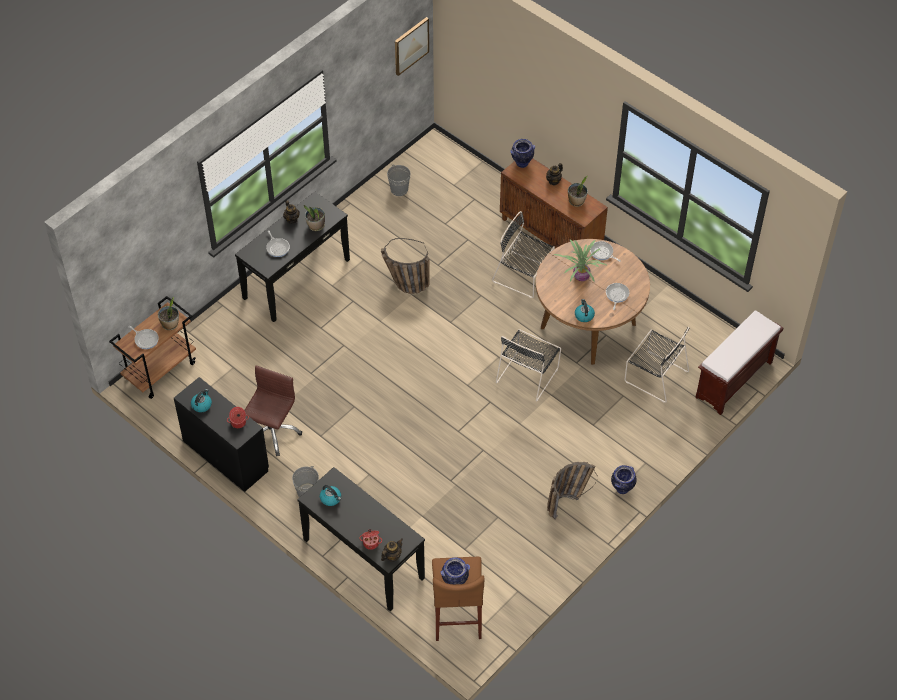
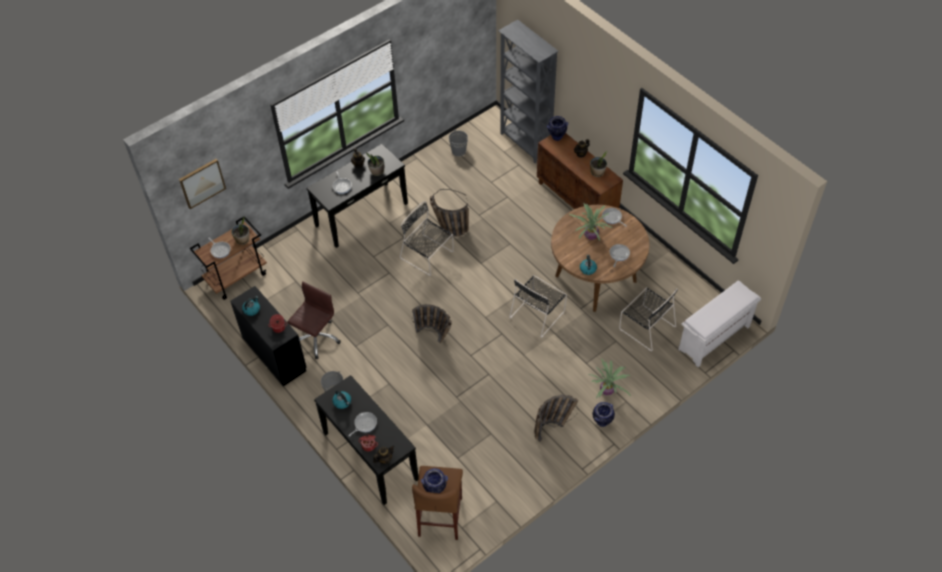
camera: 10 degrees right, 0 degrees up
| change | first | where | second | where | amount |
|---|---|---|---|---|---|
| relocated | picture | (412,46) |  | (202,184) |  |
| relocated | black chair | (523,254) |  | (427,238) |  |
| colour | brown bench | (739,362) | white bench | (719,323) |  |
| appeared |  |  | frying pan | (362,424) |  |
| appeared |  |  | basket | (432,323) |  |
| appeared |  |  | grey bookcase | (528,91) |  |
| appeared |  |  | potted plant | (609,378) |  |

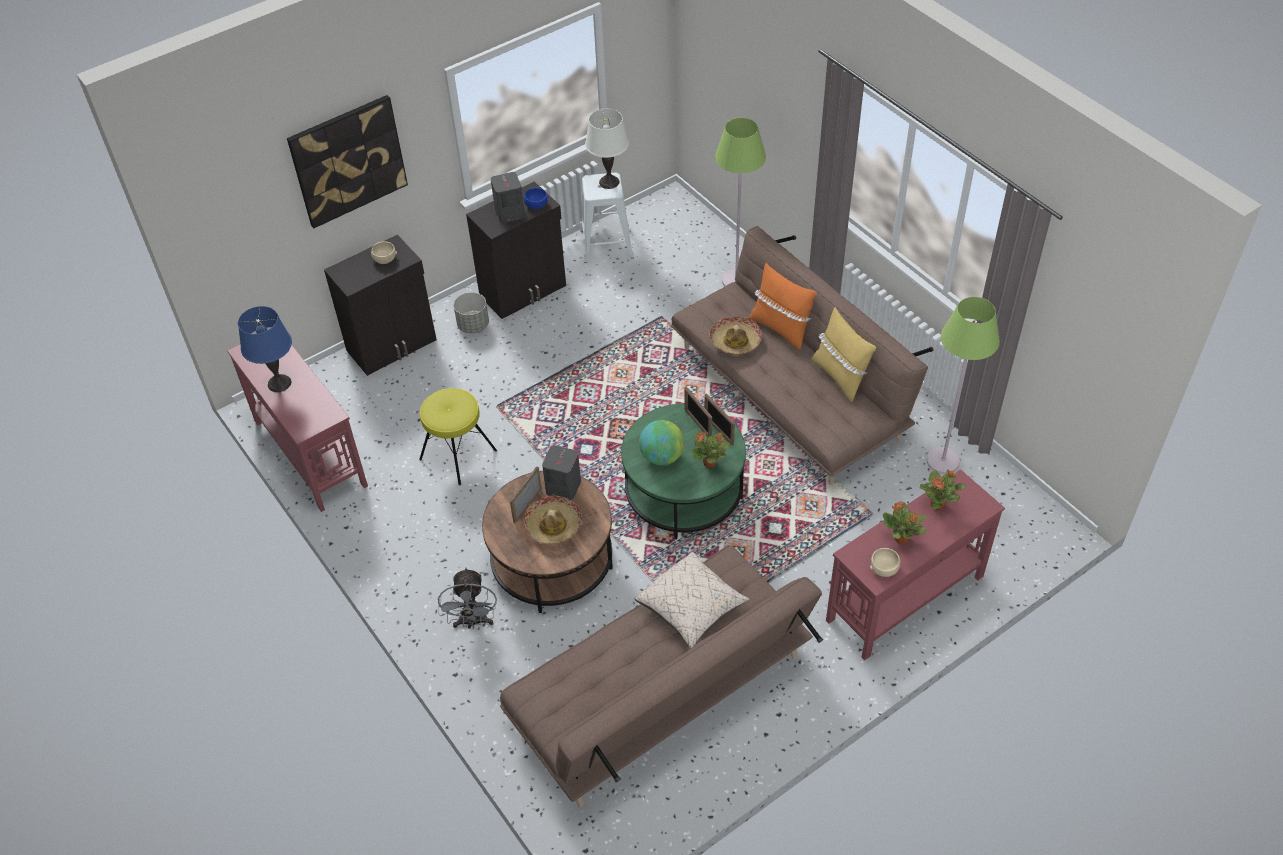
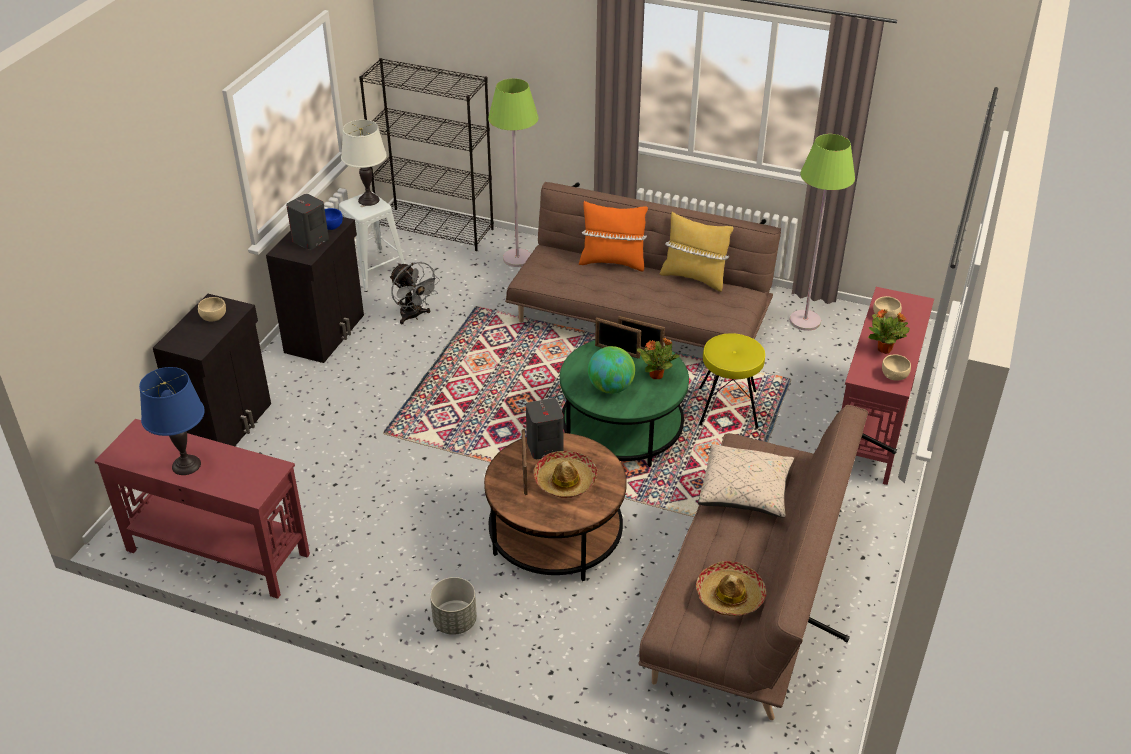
camera: 35 degrees left, 10 degrees down
| change | first | where | second | where | amount |
|---|---|---|---|---|---|
| missing | picture | (347,161) |  |  |  |
| relocated | yellow stool | (458,436) |  | (732,381) |  |
| relocated | grey fan | (467,598) |  | (415,293) |  |
| relocated | grey planter | (471,312) |  | (453,606) |  |
| relocated | hat | (735,335) |  | (731,588) |  |
| exchanged | potted plant | (943,489) | beige bowl | (887,308) |  |
| appeared |  |  | black bookcase | (426,154) |  |

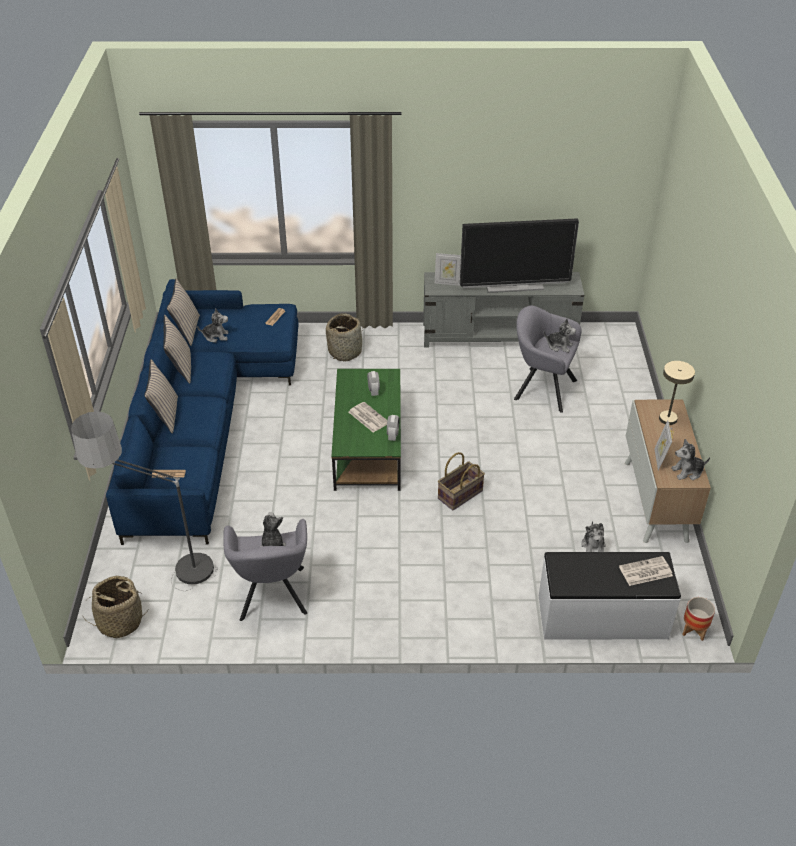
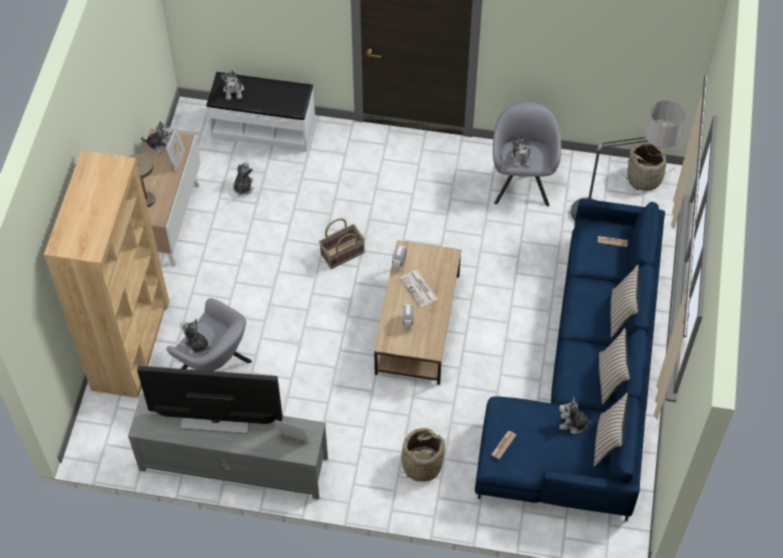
camera: 170 degrees left, 15 degrees up
| change | first | where | second | where | amount |
|---|---|---|---|---|---|
| colour | green coffee table | (366,430) | brown coffee table | (417,312) |  |
| exchanged | newspaper | (646,571) | plush toy | (232,85) |  |
| missing | planter | (698,619) |  |  |  |
| appeared |  |  | brown bookcase | (106,274) |  |

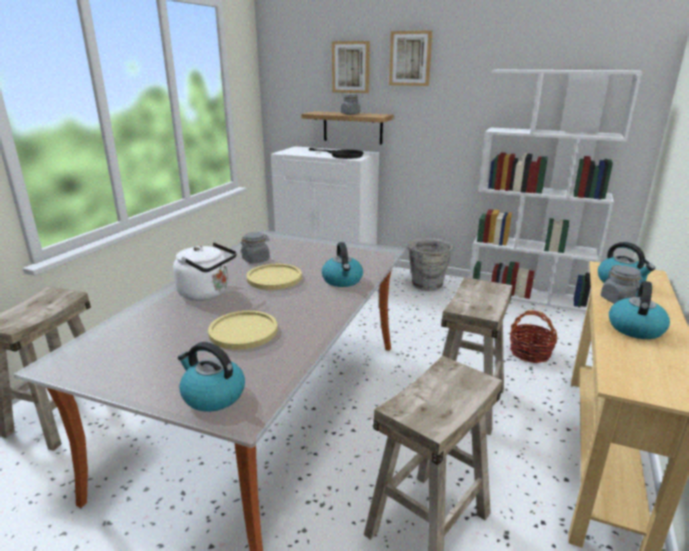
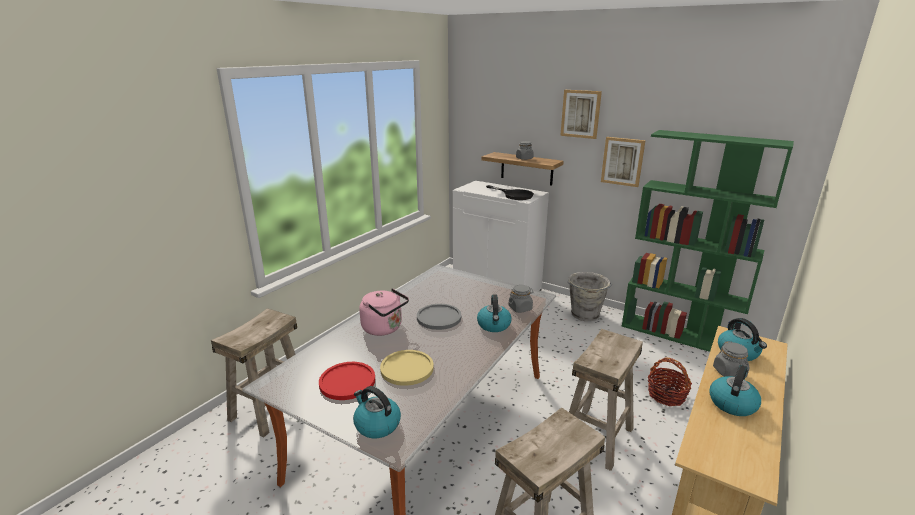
camera: 10 degrees right, 0 degrees up
| change | first | where | second | where | amount |
|---|---|---|---|---|---|
| colour | white kettle | (205,271) | pink kettle | (384,312) |  |
| relocated | grey jar | (255,248) |  | (521,299) |  |
| colour | yellow plate | (274,277) | grey plate | (439,317) |  |
| relocated | picture | (351,67) |  | (623,162) |  |
| colour | white bookcase | (556,190) | green bookcase | (707,241) |  |
| appeared |  |  | red plate | (347,381) |  |

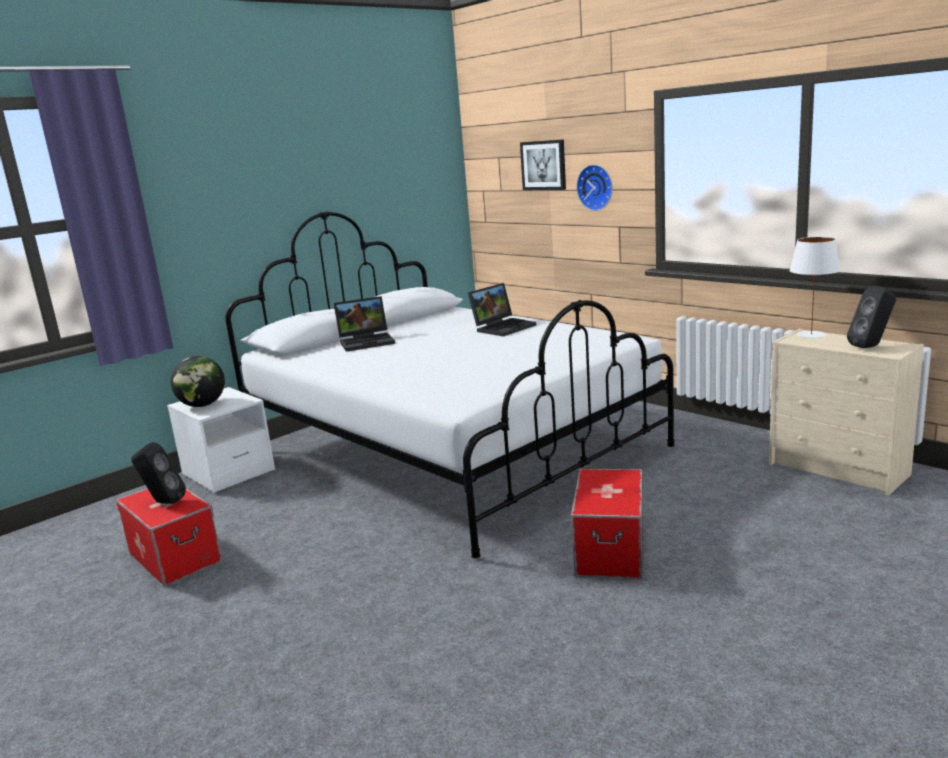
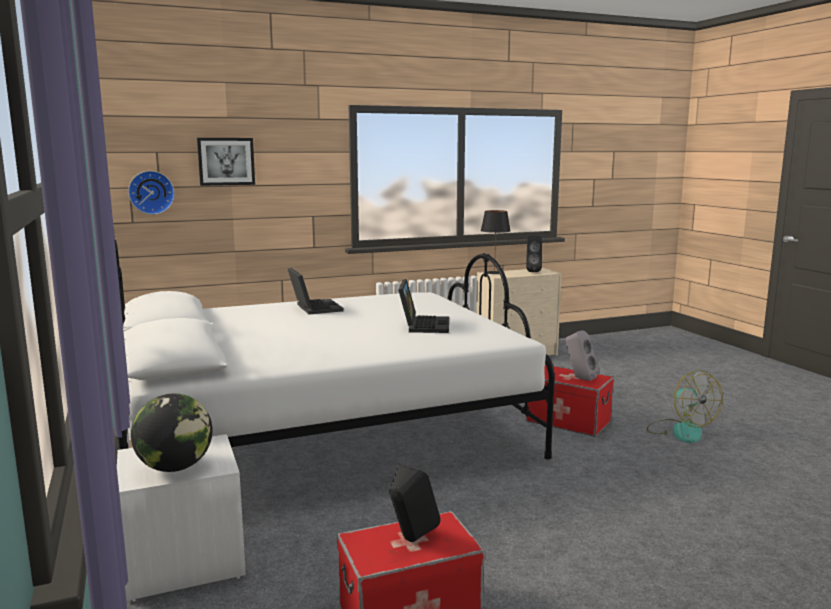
camera: 70 degrees left, 5 degrees down
| change | first | where | second | where | amount |
|---|---|---|---|---|---|
| relocated | laptop | (364,324) |  | (423,306) |  |
| relocated | wall clock | (594,187) |  | (151,193) |  |
| colour | white table lamp | (814,287) | black table lamp | (495,242) |  |
| appeared |  |  | grey speaker | (582,355) |  |
| appeared |  |  | fan | (685,406) |  |

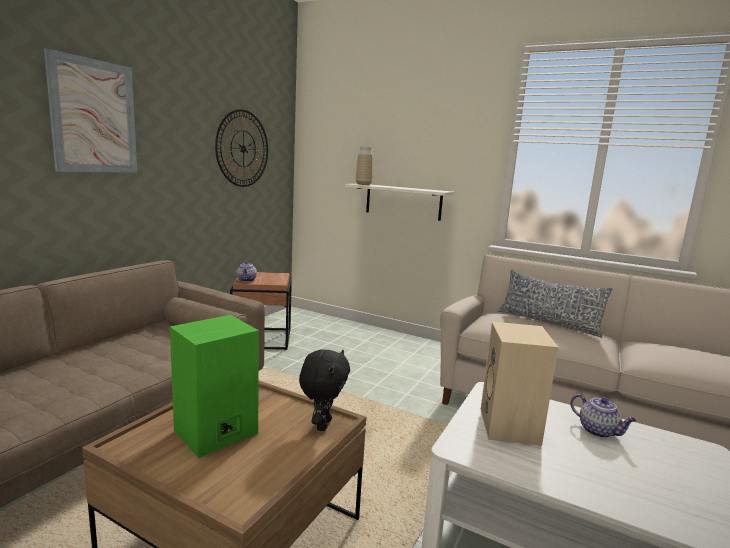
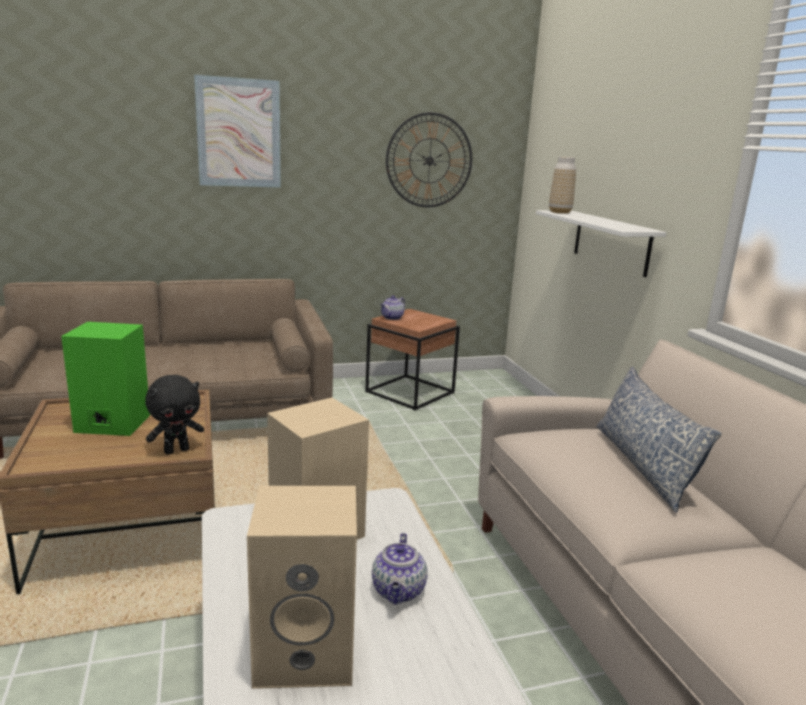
camera: 45 degrees right, 5 degrees up
| change | first | where | second | where | amount |
|---|---|---|---|---|---|
| appeared |  |  | beige speaker | (302,587) |  |

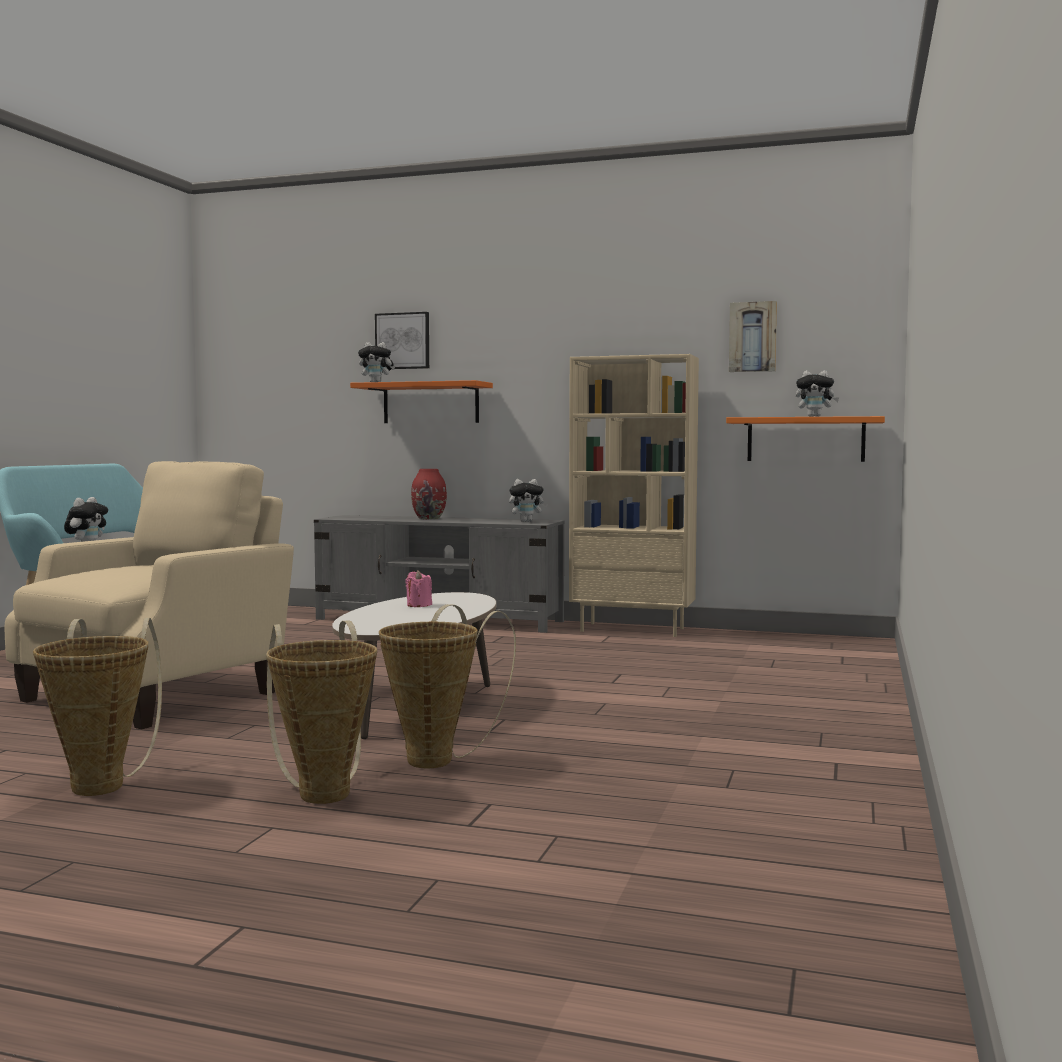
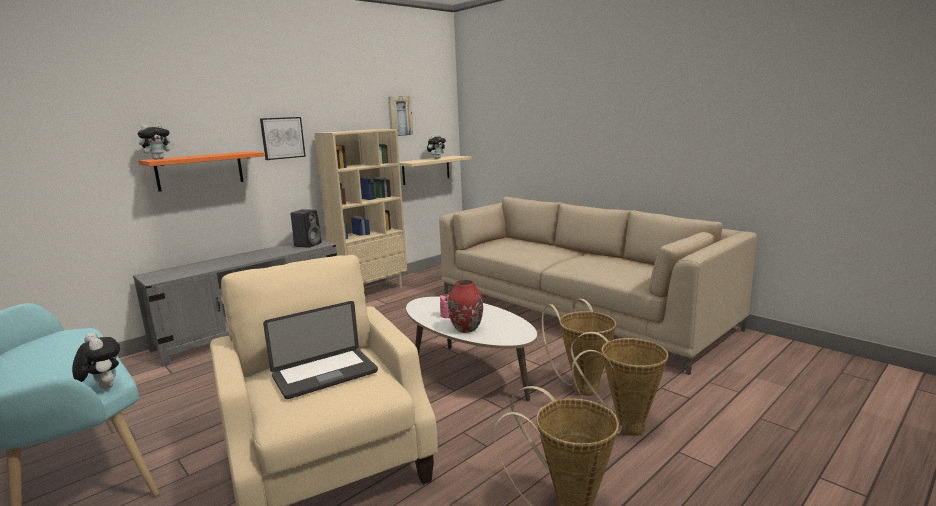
camera: 60 degrees left, 10 degrees up
| change | first | where | second | where | amount |
|---|---|---|---|---|---|
| relocated | picture | (402,340) |  | (283,138) |  |
| relocated | red vase | (429,494) |  | (465,306) |  |
| exchanged | plush toy | (528,500) | black speaker | (306,228) |  |
| colour | orange shelf | (805,439) | beige shelf | (435,170) |  |
| appeared |  |  | laptop | (320,350) |  |
| appeared |  |  | beige sofa | (598,286) |  |

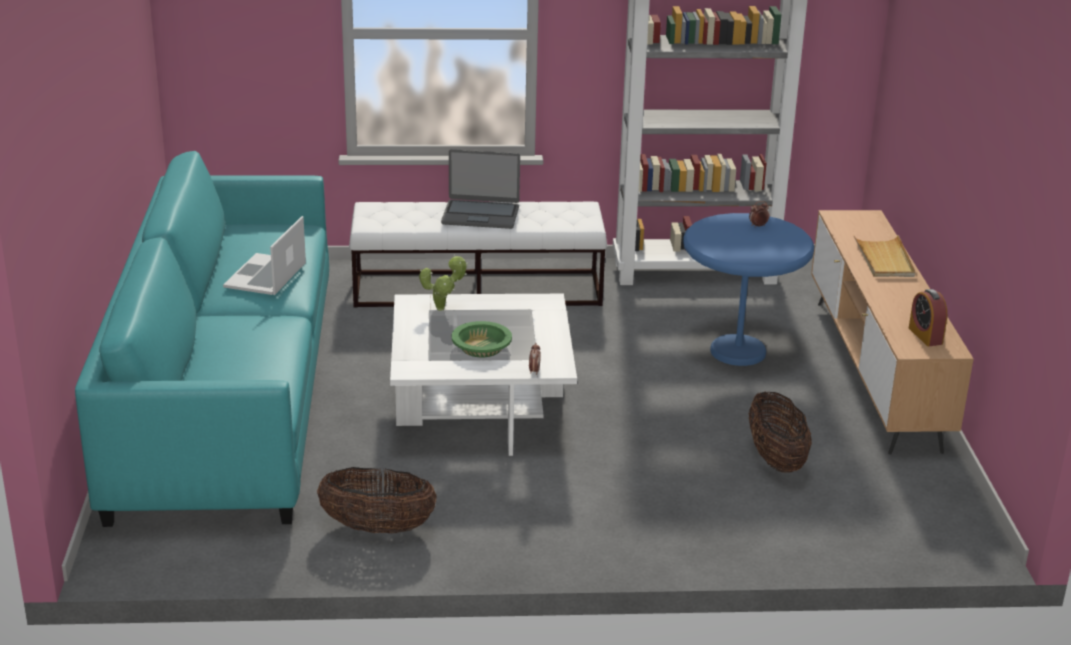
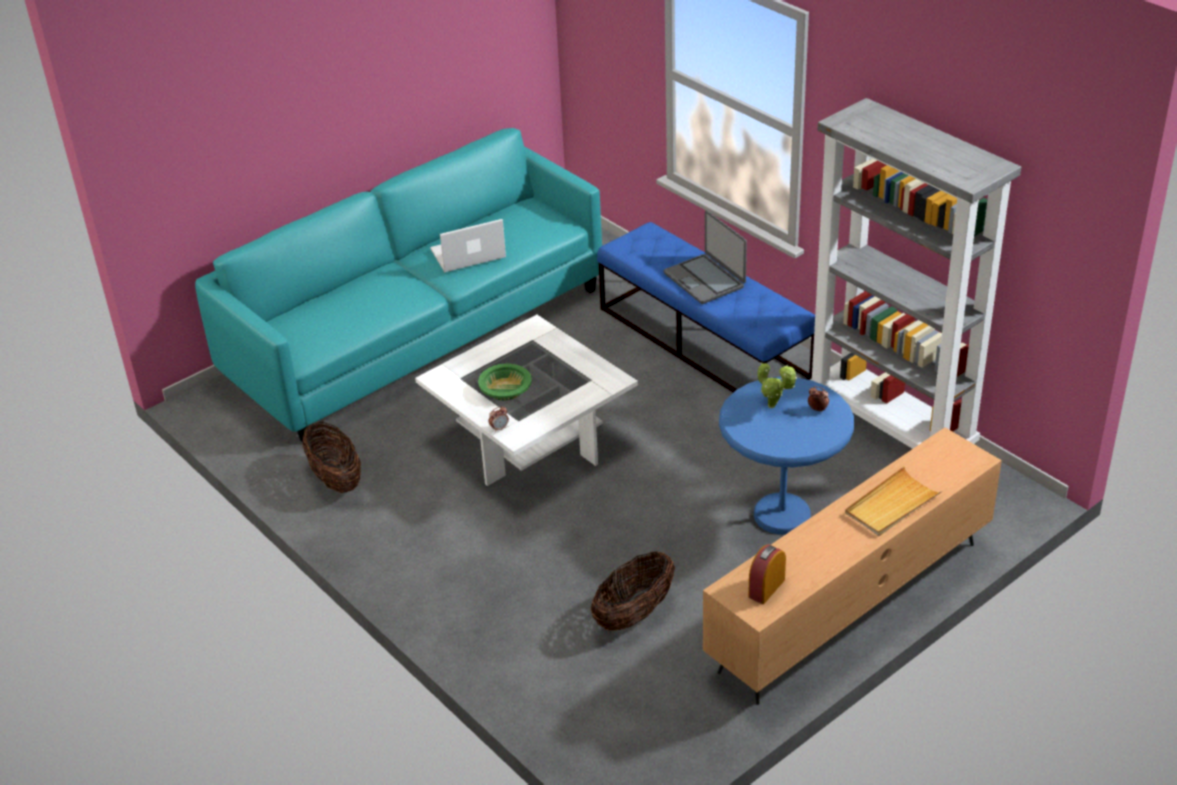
camera: 55 degrees right, 10 degrees up
| change | first | where | second | where | amount |
|---|---|---|---|---|---|
| colour | white bench | (478,255) | blue bench | (706,307) |  |
| relocated | potted plant | (443,283) |  | (777,386) |  |

